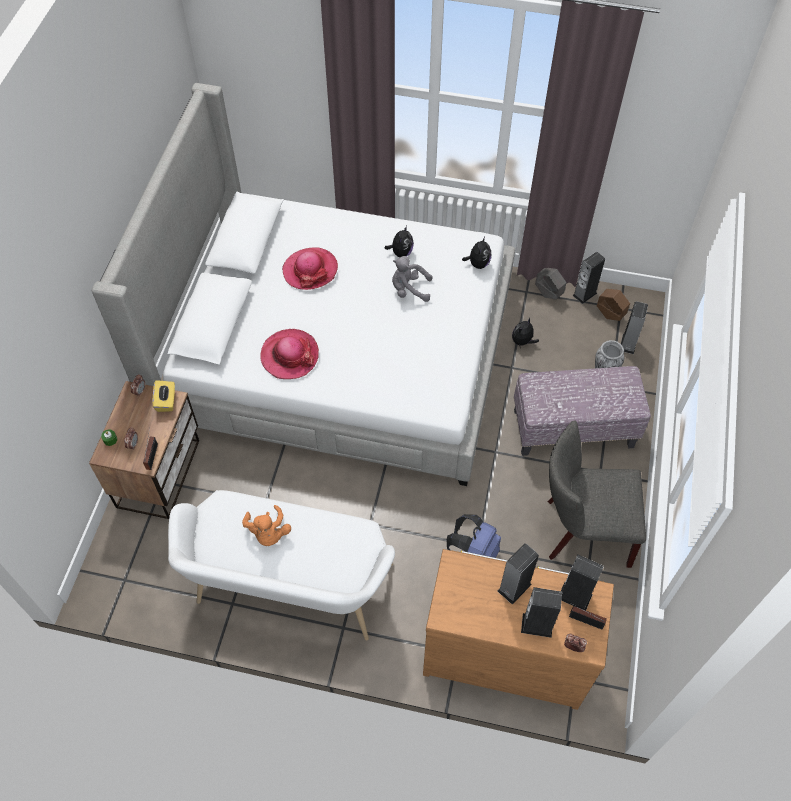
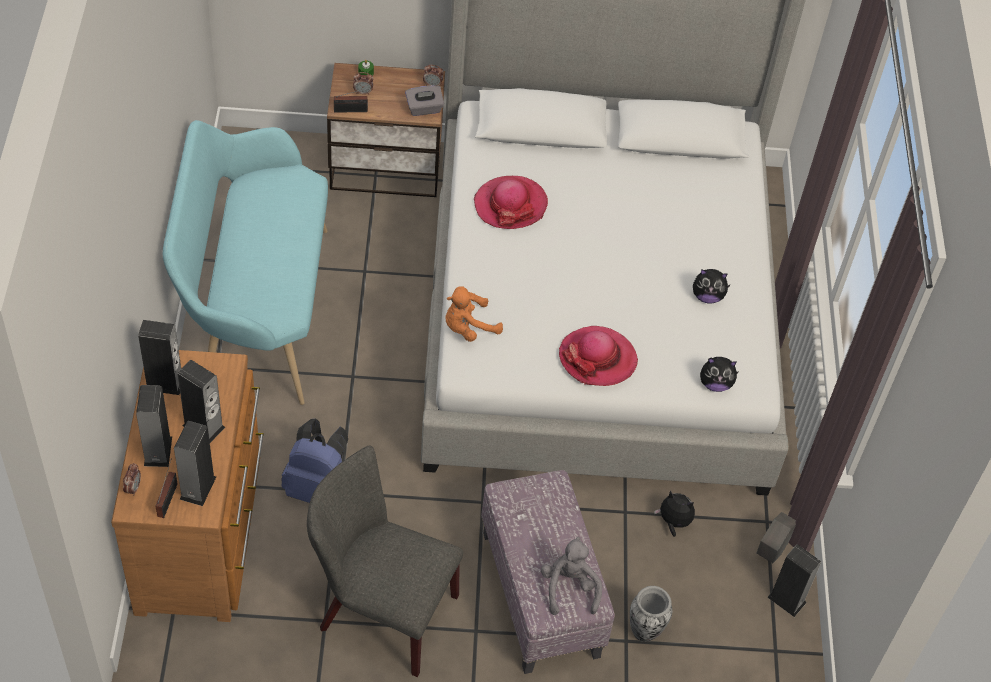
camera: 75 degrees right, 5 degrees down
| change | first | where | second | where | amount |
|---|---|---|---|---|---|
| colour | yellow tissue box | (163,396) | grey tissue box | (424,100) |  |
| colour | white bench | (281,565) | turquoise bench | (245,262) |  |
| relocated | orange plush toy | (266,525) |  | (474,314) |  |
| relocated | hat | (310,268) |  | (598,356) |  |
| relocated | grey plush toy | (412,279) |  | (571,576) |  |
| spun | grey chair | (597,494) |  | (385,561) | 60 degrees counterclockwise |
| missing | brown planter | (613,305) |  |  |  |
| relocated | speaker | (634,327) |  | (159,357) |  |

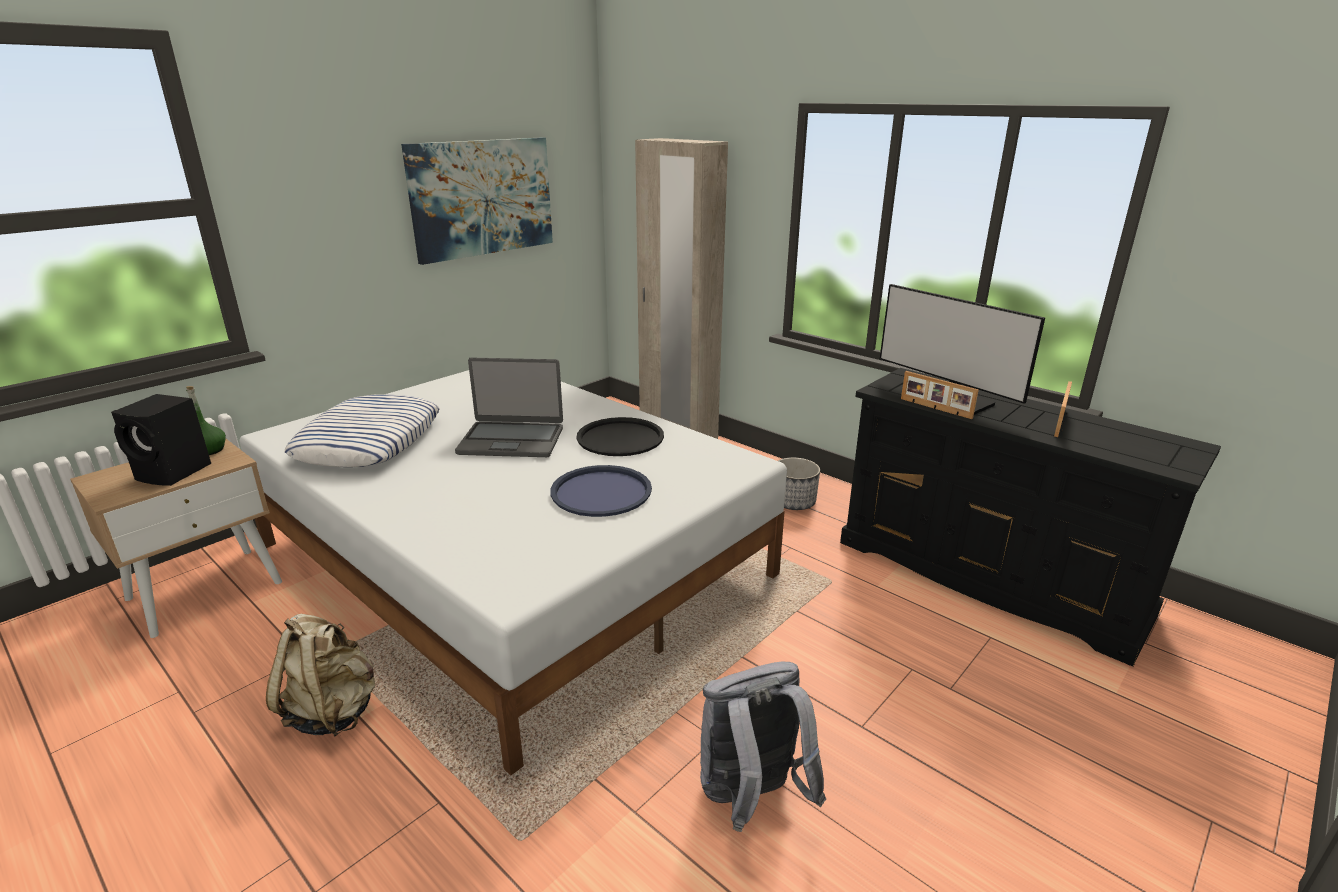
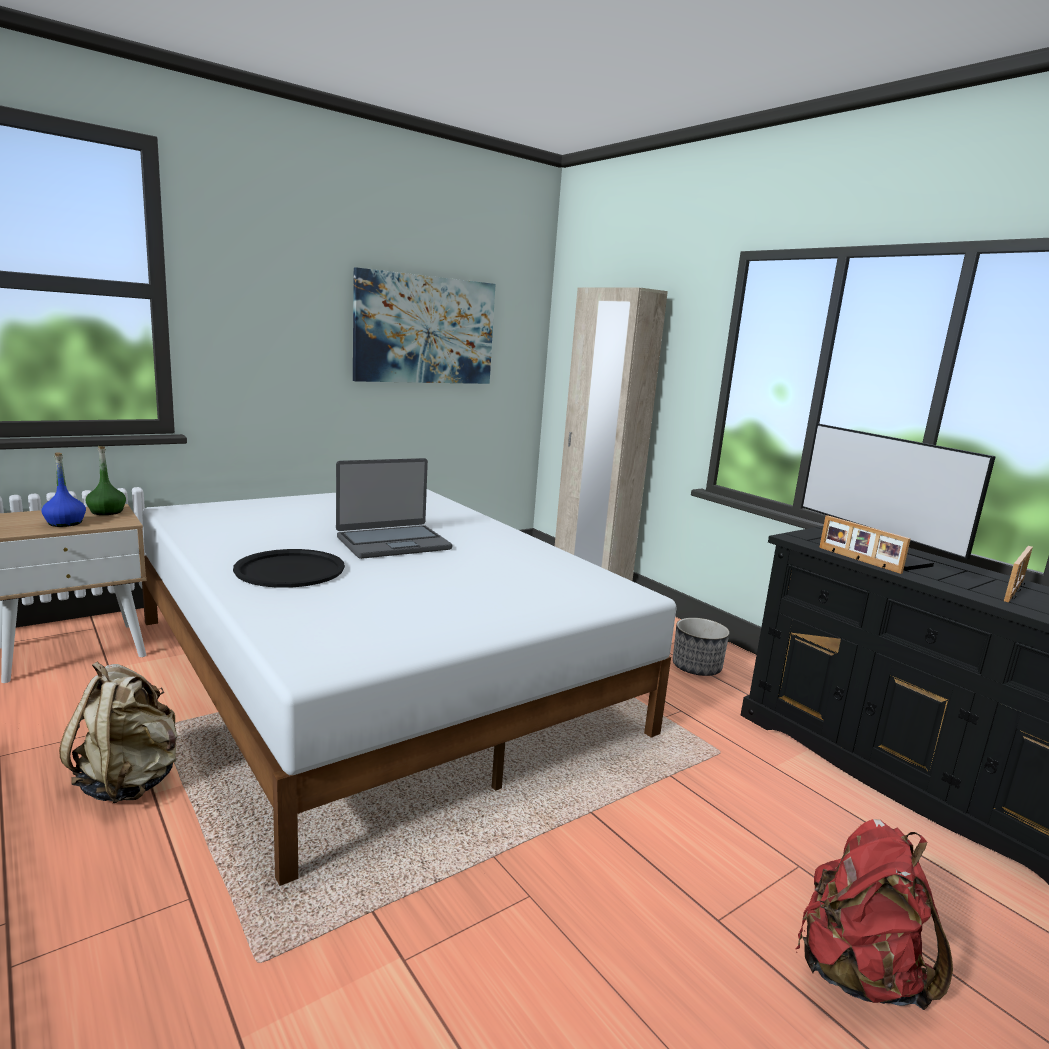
camera: 10 degrees right, 10 degrees down
| change | first | where | second | where | amount |
|---|---|---|---|---|---|
| exchanged | black speaker | (161,440) | blue bottle | (63,489) |  |
| missing | pillow | (361,430) |  |  |  |
| spun | laptop | (509,407) |  | (394,508) | 45 degrees counterclockwise |
| missing | blue tray | (601,491) |  |  |  |
| relocated | black tray | (620,436) |  | (289,568) |  |
| missing | grey backpack | (763,746) |  |  |  |
| appeared |  |  | red backpack | (874,914) |  |

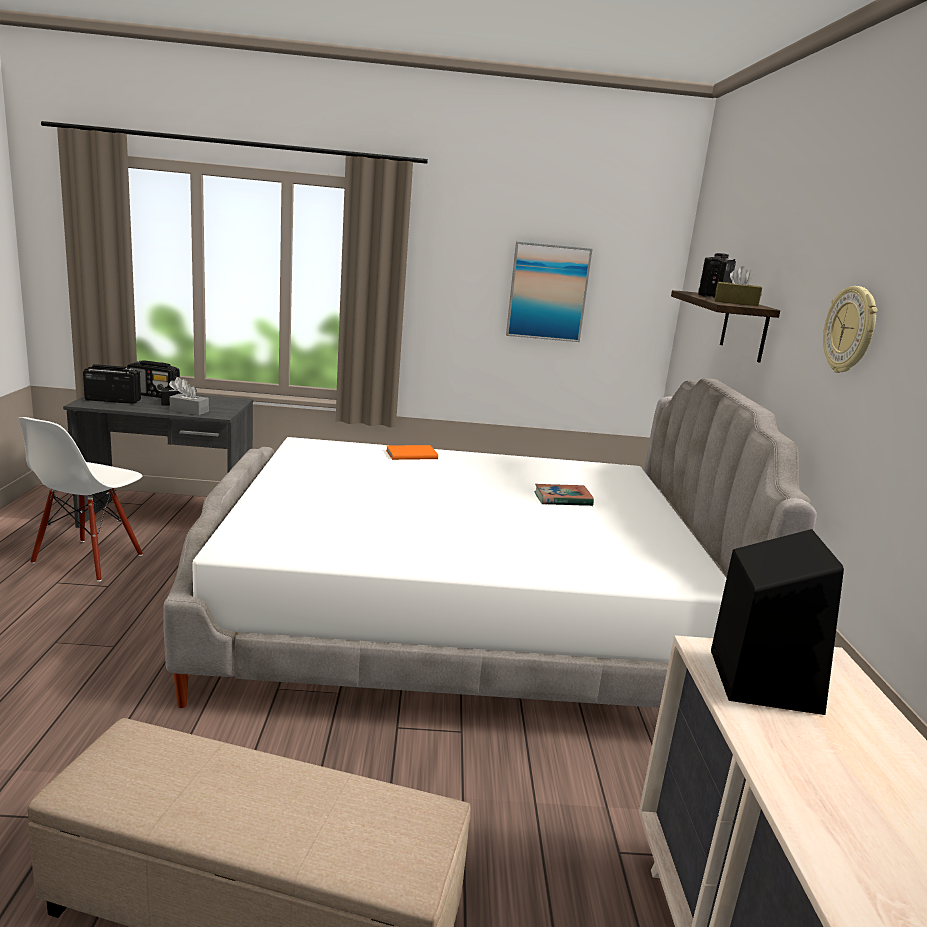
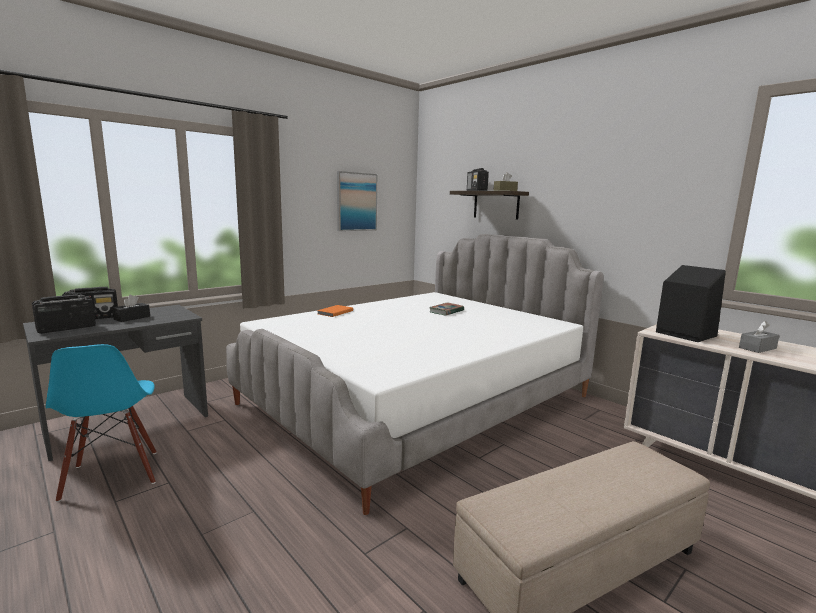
camera: 40 degrees left, 5 degrees down
| change | first | where | second | where | amount |
|---|---|---|---|---|---|
| colour | white chair | (80,499) | blue chair | (101,423) |  |
| relocated | grey tissue box | (189,399) |  | (759,337) |  |
| missing | wall clock | (850,329) |  |  |  |

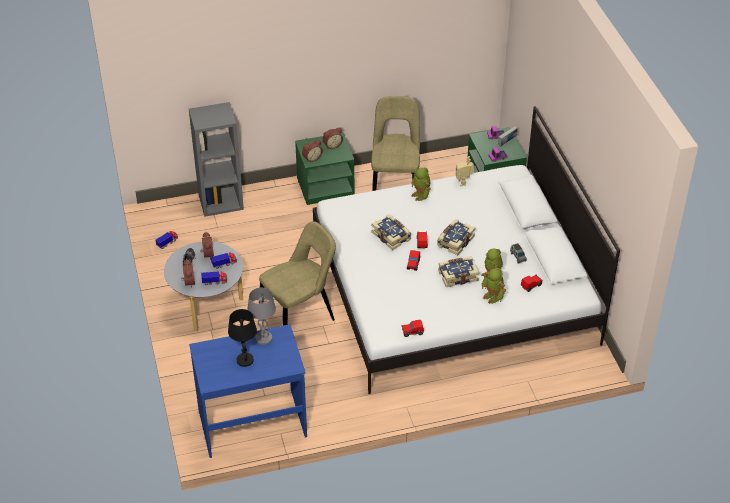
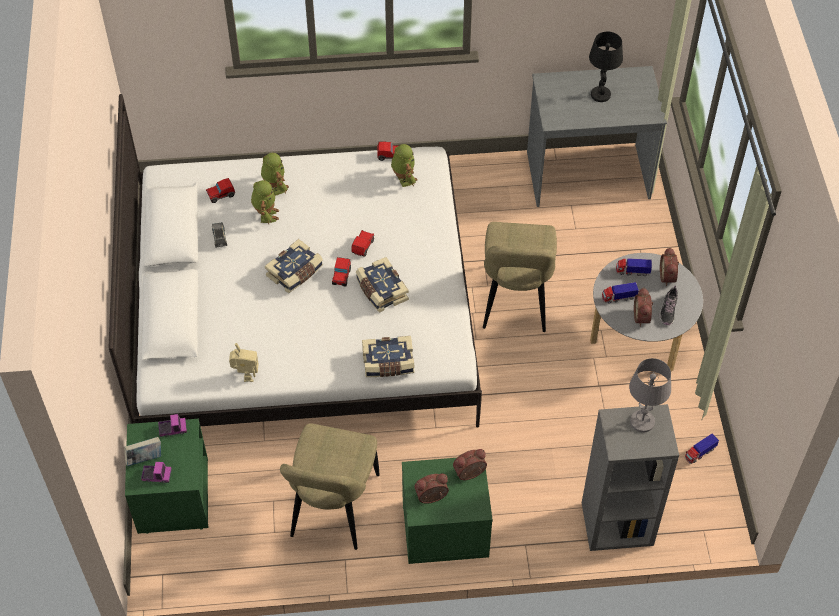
camera: 170 degrees left, 10 degrees up
| change | first | where | second | where | amount |
|---|---|---|---|---|---|
| colour | blue desk | (248,391) | grey desk | (597,136) |  |
| relocated | grey table lamp | (261,316) |  | (650,395) |  |
| spun | beige chair | (297,273) |  | (520,277) | 60 degrees counterclockwise |
| relocated | toy robot | (421,184) |  | (404,165) |  |
| relocated | book | (458,271) |  | (388,356) |  |

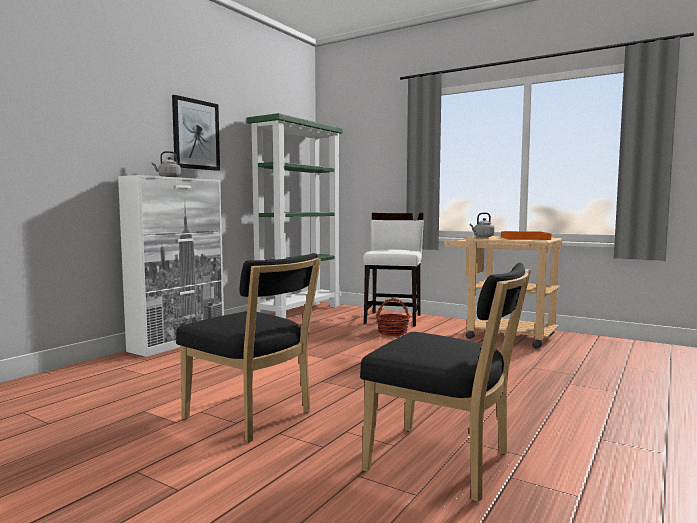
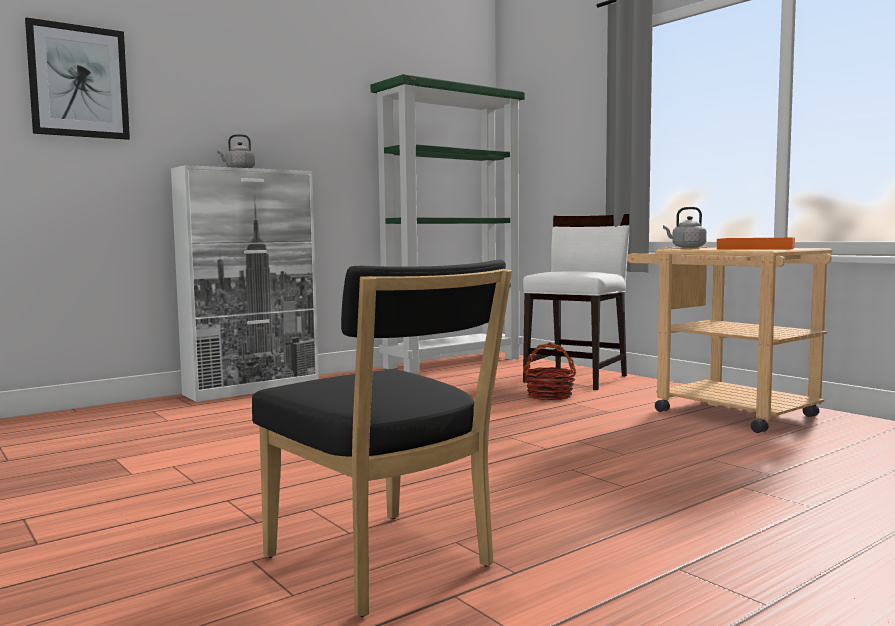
camera: 20 degrees right, 0 degrees up
| change | first | where | second | where | amount |
|---|---|---|---|---|---|
| relocated | picture | (196,133) |  | (77,78) |  |
| missing | black chair | (248,347) |  |  |  |

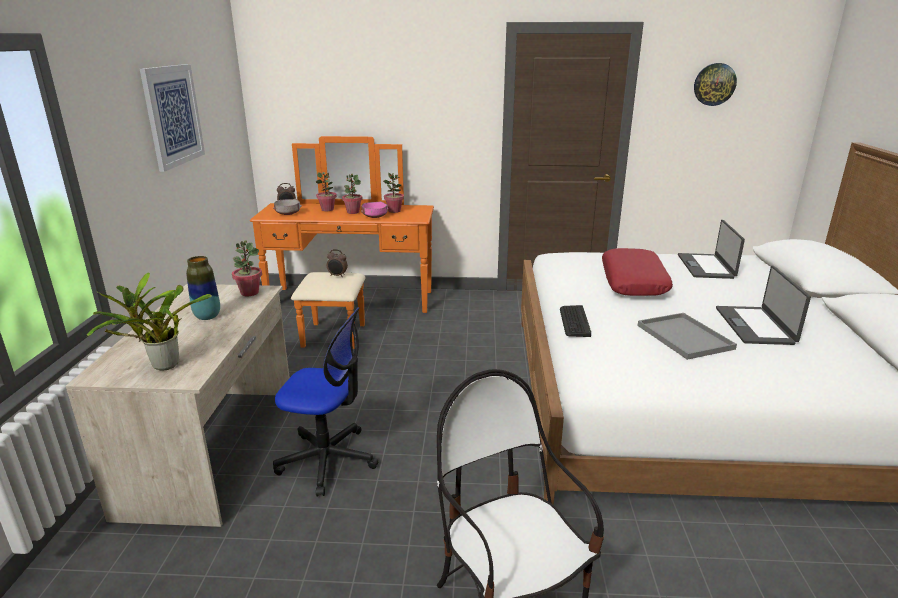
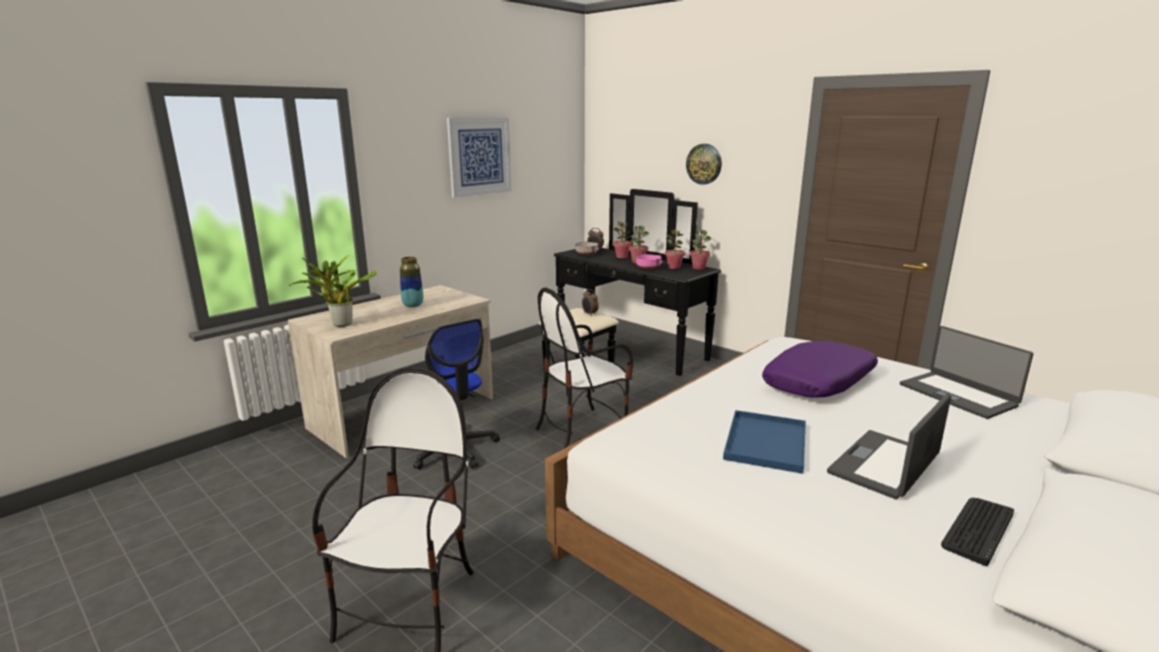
camera: 40 degrees right, 5 degrees down
| change | first | where | second | where | amount |
|---|---|---|---|---|---|
| relocated | potted plant | (247,268) |  | (700,250) |  |
| colour | orange dresser | (342,242) | black dresser | (630,282) |  |
| relocated | keyboard | (575,321) |  | (977,532) |  |
| colour | red pillow | (637,272) | purple pillow | (820,369) |  |
| colour | grey tray | (687,336) | blue tray | (764,442) |  |
| spun | laptop | (711,249) |  | (966,372) | 75 degrees counterclockwise |
| relocated | wall clock | (715,84) |  | (704,164) |  |
| appeared |  |  | chair | (584,368) |  |

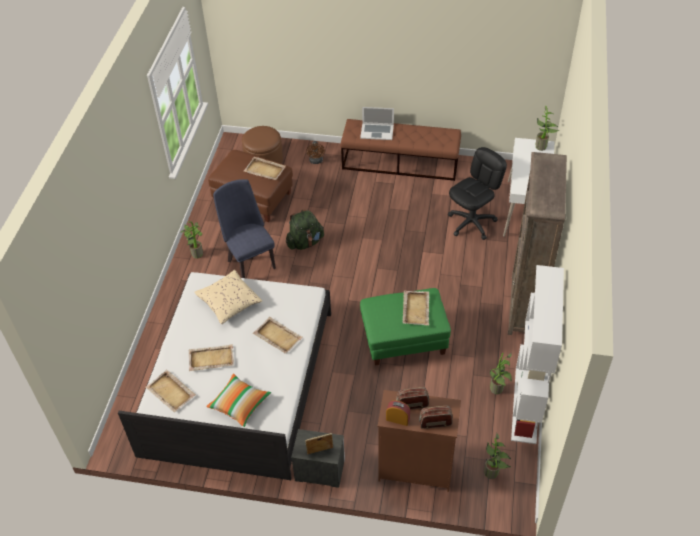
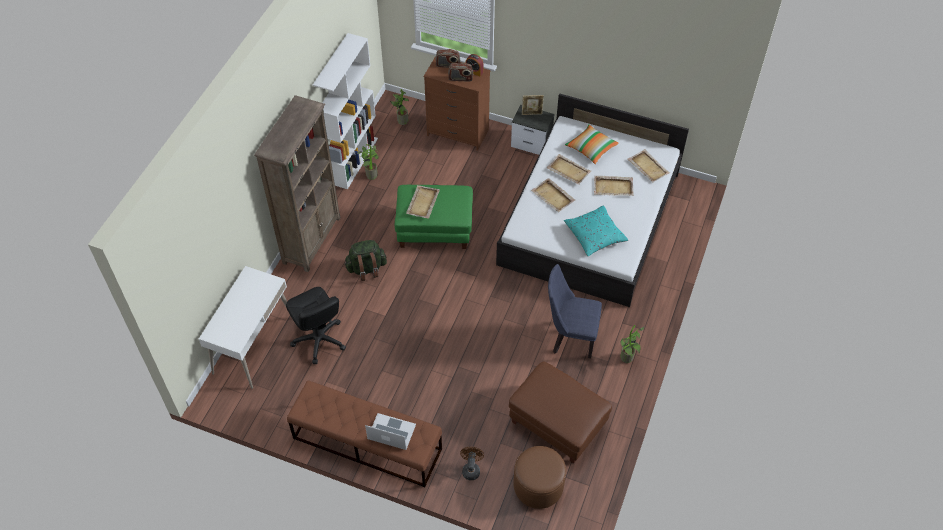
camera: 170 degrees left, 5 degrees up
| change | first | where | second | where | amount |
|---|---|---|---|---|---|
| colour | beige pillow | (228,297) | turquoise pillow | (596,230) |  |
| spun | blue chair | (244,228) |  | (575,311) | 120 degrees clockwise |
| relocated | beige tray | (265,168) |  | (569,169) |  |
| relocated | green backpack | (305,229) |  | (365,260) |  |
| spun | black office chair | (477,193) |  | (316,325) | 90 degrees counterclockwise |
| missing | potted plant | (547,128) |  |  |  |

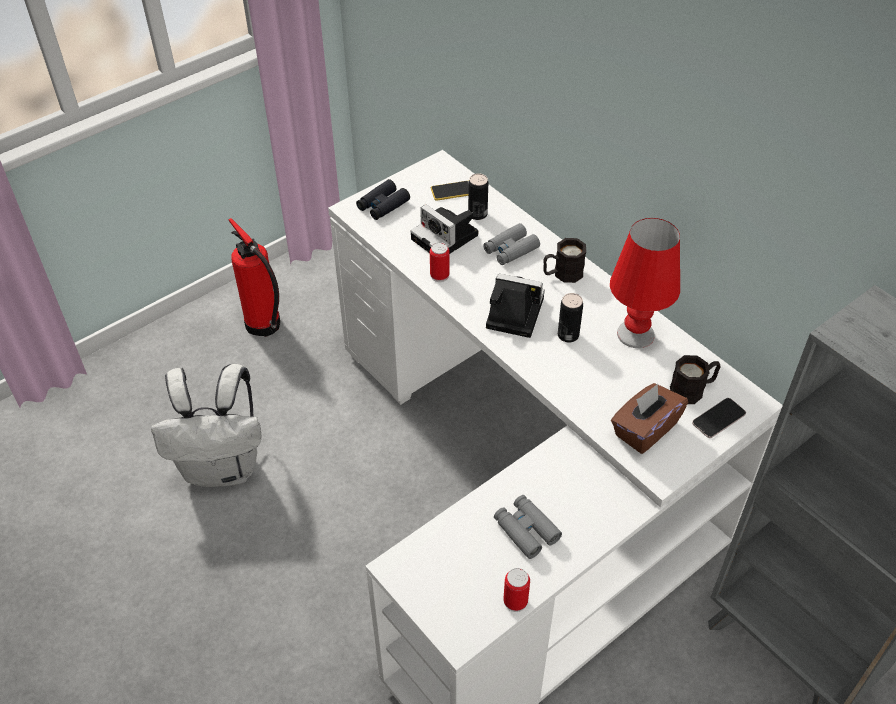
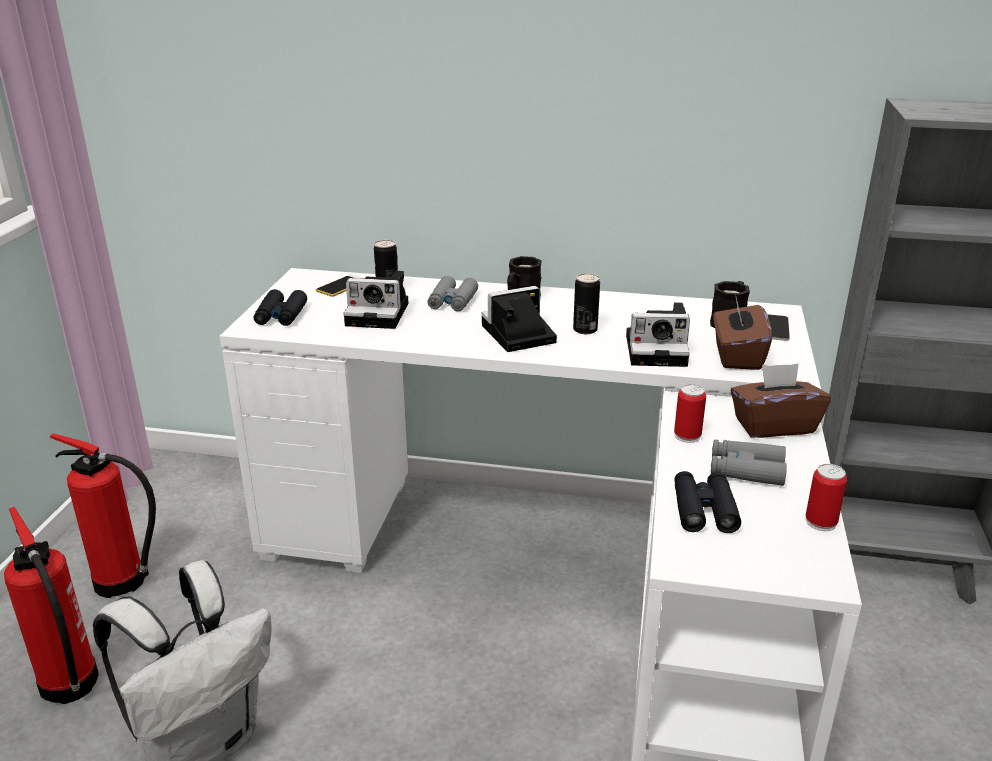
camera: 40 degrees left, 20 degrees down
| change | first | where | second | where | amount |
|---|---|---|---|---|---|
| relocated | can | (440,262) |  | (690,413) |  |
| missing | red table lamp | (645,283) |  |  |  |
| appeared |  |  | fire extinguisher | (51,605) |  |
| appeared |  |  | photo camera | (658,334) |  |
| appeared |  |  | black binoculars | (707,502) |  |
| appeared |  |  | brown tissue box | (781,401) |  |

